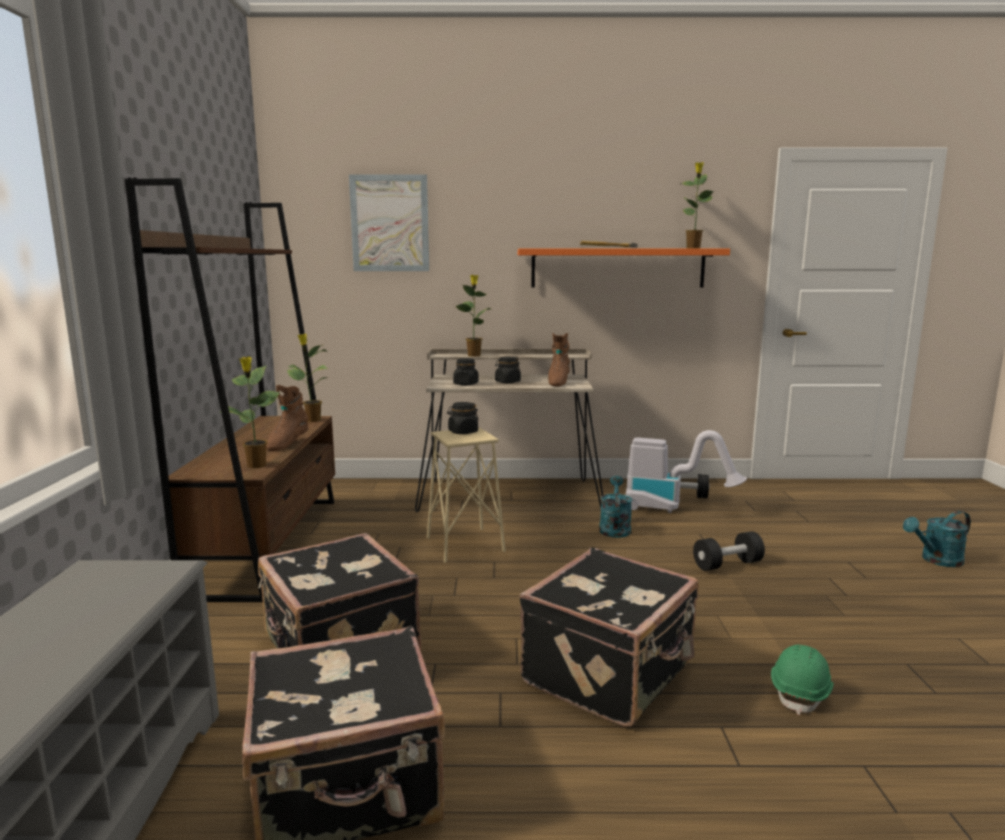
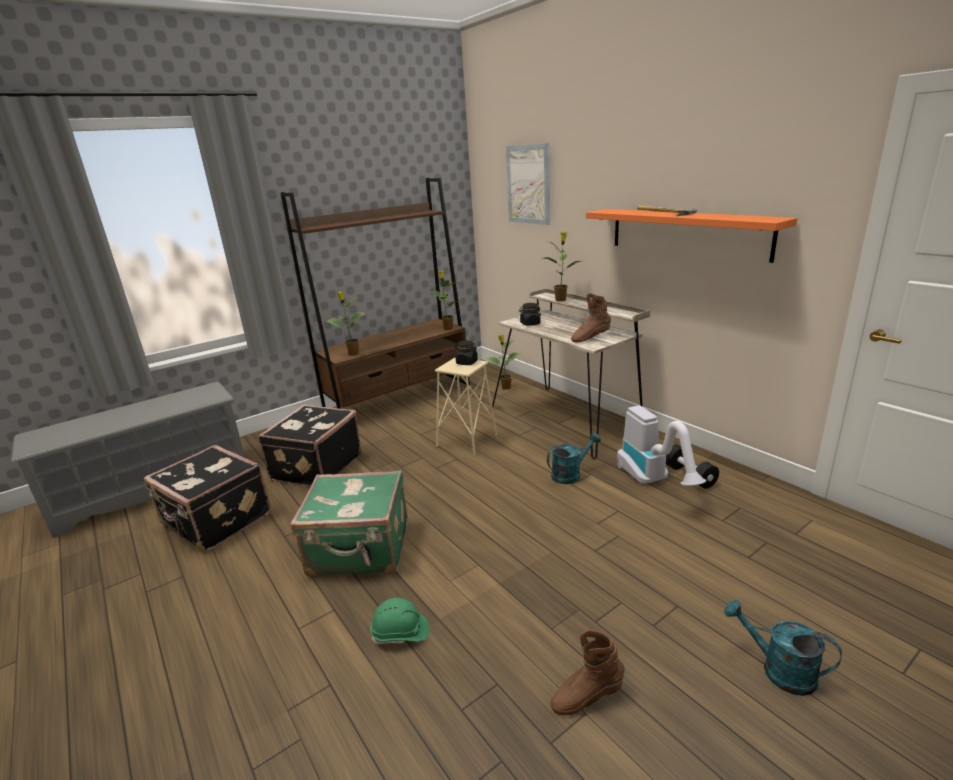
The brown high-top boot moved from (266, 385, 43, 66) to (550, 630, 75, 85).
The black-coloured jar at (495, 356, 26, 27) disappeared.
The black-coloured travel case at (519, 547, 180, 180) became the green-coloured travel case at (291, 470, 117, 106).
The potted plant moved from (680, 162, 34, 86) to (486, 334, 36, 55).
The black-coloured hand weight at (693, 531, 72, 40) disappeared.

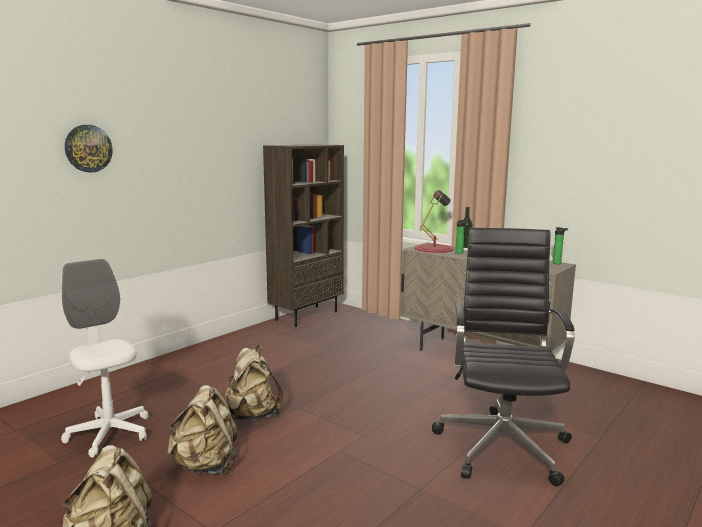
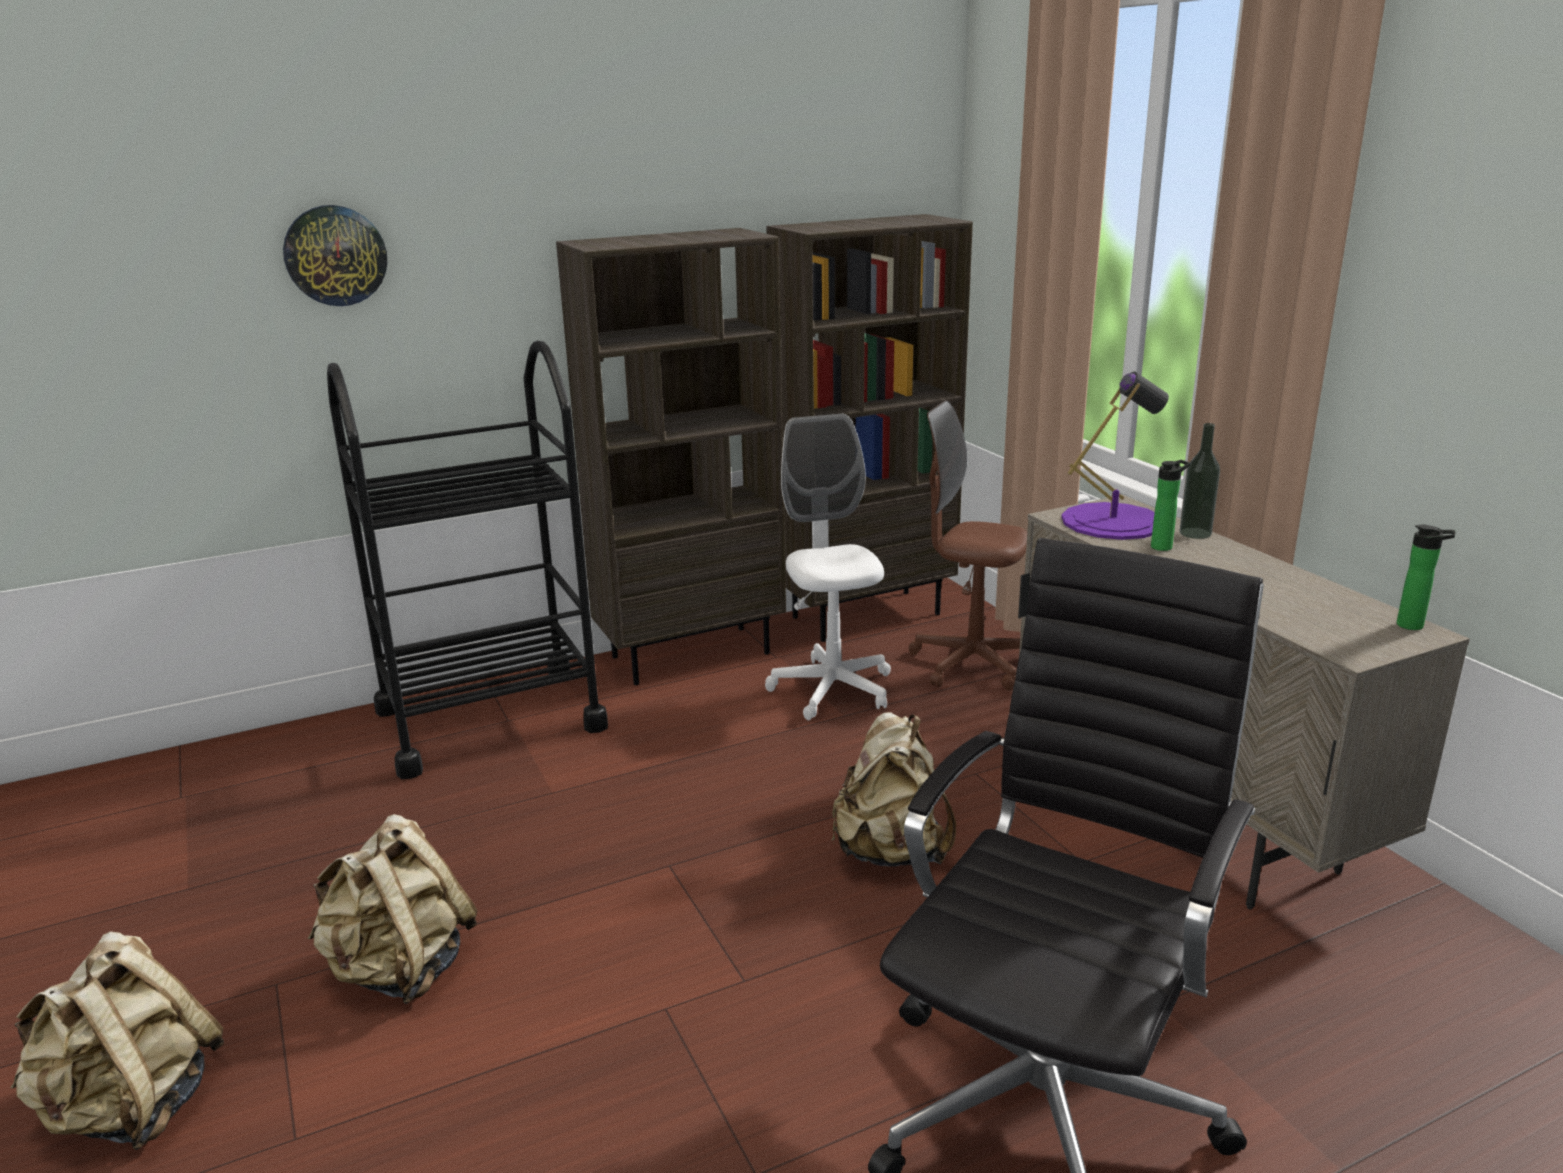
The white-coloured computer chair moved from (61, 259, 88, 199) to (765, 414, 126, 306).
The beige-coloured backpack moved from (225, 345, 59, 76) to (831, 712, 125, 155).
The red lamp for a table at (415, 190, 39, 63) became the purple lamp for a table at (1062, 372, 107, 168).
The black-coloured cart at (327, 341, 281, 438) appeared.
The brown shelving unit at (556, 228, 230, 457) appeared.
The brown computer chair at (908, 401, 119, 290) appeared.

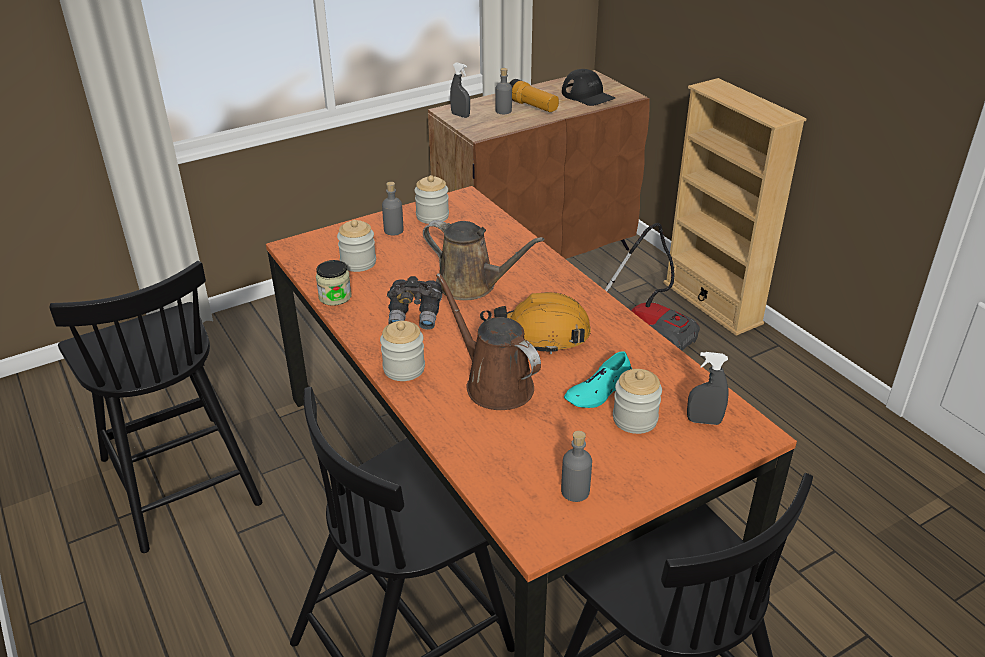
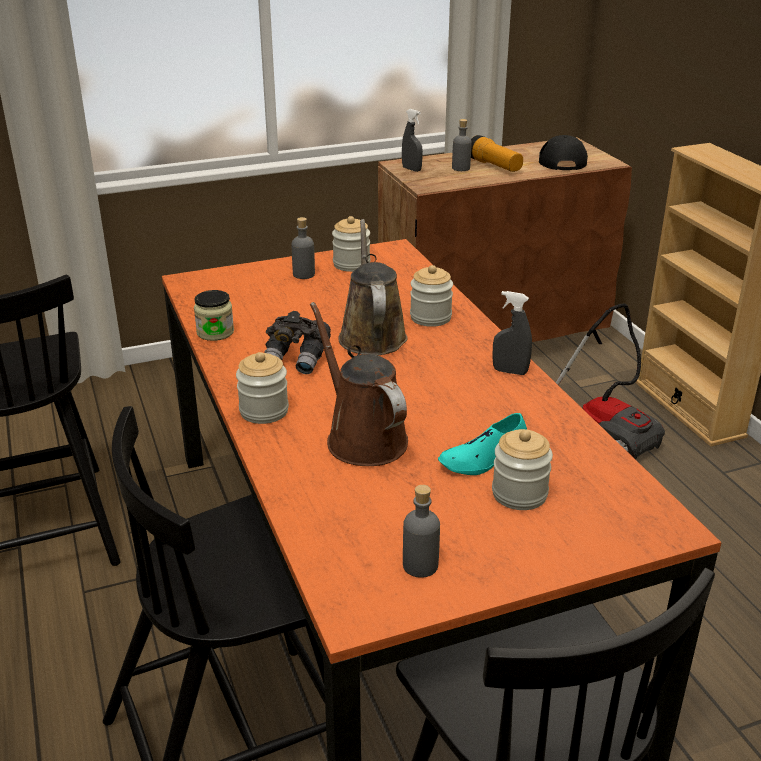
The jar moved from (337, 220, 39, 52) to (410, 265, 43, 62).
The brown watering can at (423, 220, 121, 80) turned 135 degrees counterclockwise.
The orange-coloured safety helmet at (494, 292, 97, 62) disappeared.
The black-coloured baseball cap at (562, 69, 53, 37) turned 150 degrees counterclockwise.
The grey hand sprayer moved from (687, 352, 42, 73) to (492, 291, 40, 84).

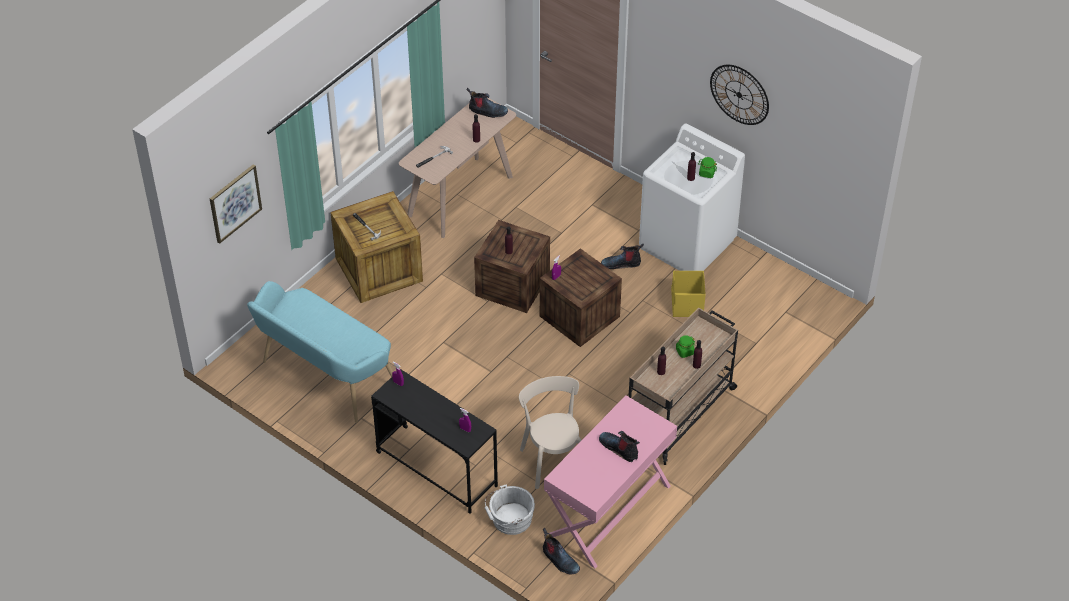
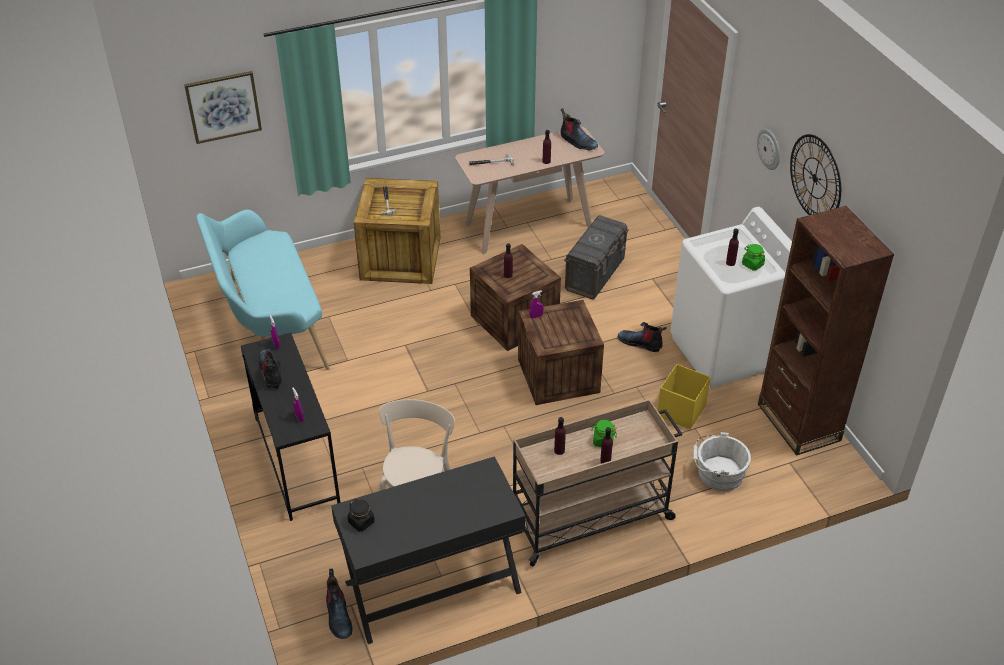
The white-coloured bucket moved from (485, 484, 50, 51) to (693, 432, 58, 59).
The pink-coloured desk table at (544, 395, 133, 173) became the black-coloured desk table at (331, 456, 195, 188).
The high-top boot moved from (599, 431, 41, 31) to (259, 349, 23, 40).
The black-coloured jar at (348, 499, 27, 32) appeared.
The grey storage container at (564, 215, 65, 85) appeared.
The wall clock at (757, 129, 23, 41) appeared.
The brown shelving unit at (758, 206, 136, 250) appeared.

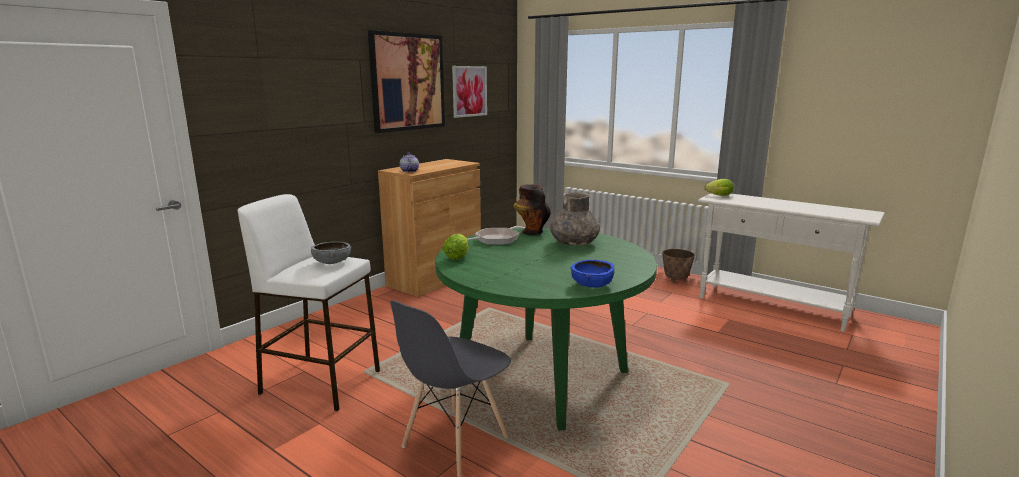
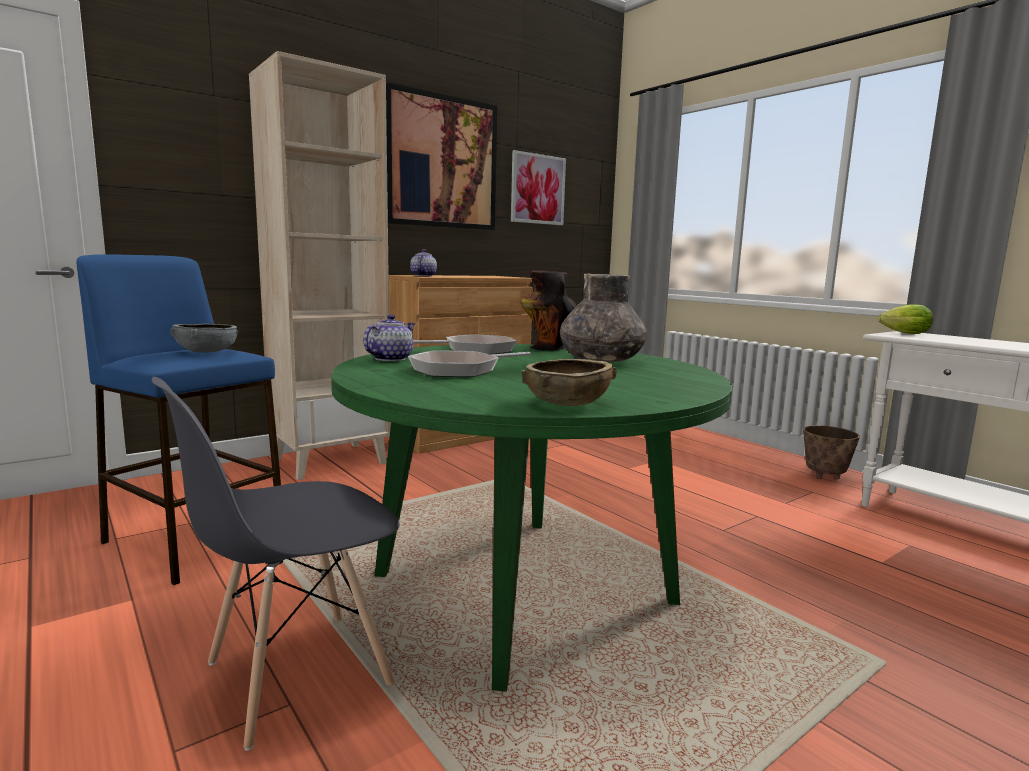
The white-coloured stool seat at (238, 194, 142, 217) became the bluish stool seat at (76, 254, 205, 331).
The lettuce head at (442, 234, 27, 26) was replaced by the teapot at (363, 314, 52, 47).
The bluish bowl at (570, 260, 44, 28) became the brown bowl at (521, 359, 96, 47).
The beige-coloured shelving unit at (249, 51, 142, 429) appeared.
The frying pan at (408, 351, 123, 26) appeared.

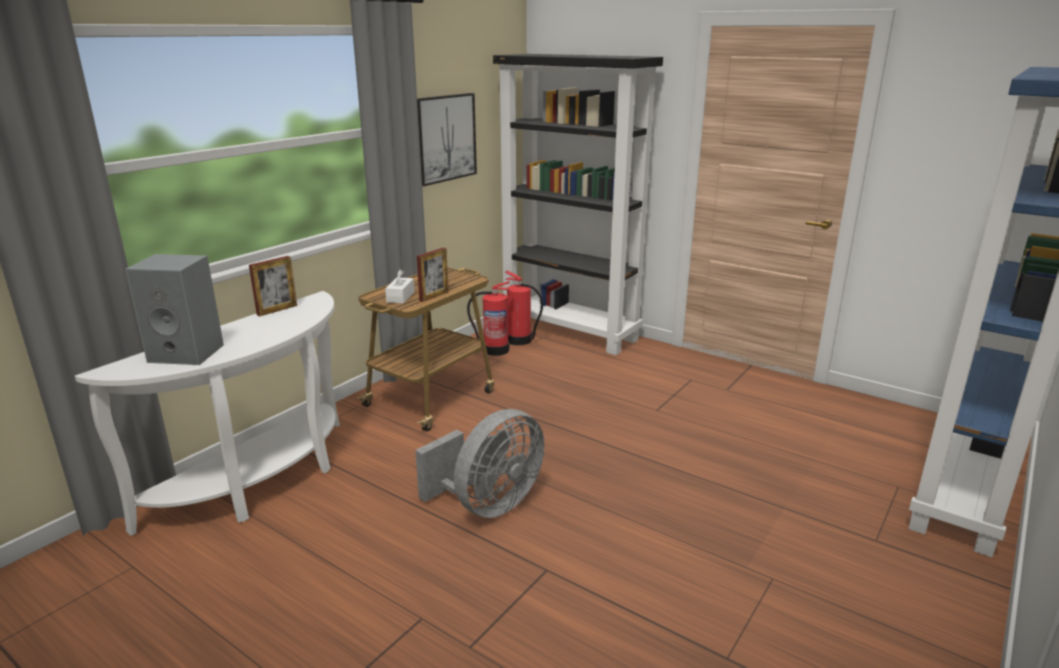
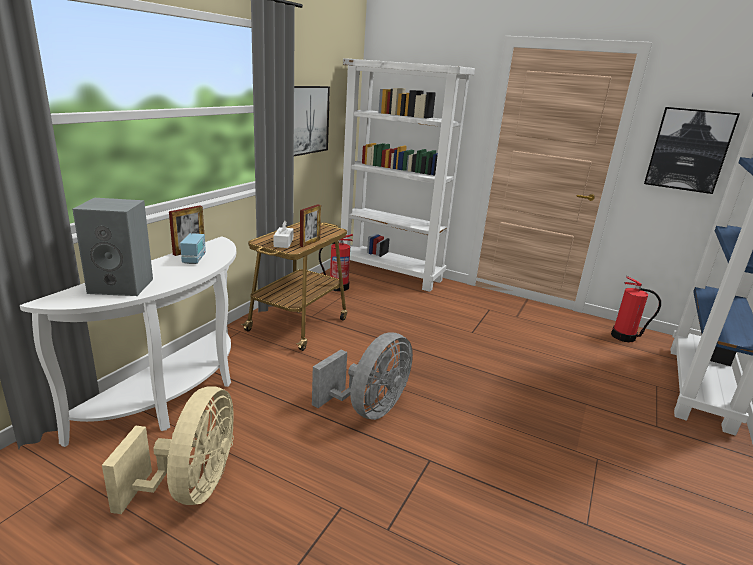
The black-coloured shelving unit at (493, 54, 170, 301) became the white-coloured shelving unit at (341, 58, 134, 234).
The extinguisher moved from (505, 270, 38, 75) to (611, 276, 50, 66).
The beige-coloured cooling fan at (102, 386, 132, 128) appeared.
The radio receiver at (180, 220, 26, 44) appeared.
The picture at (644, 107, 96, 87) appeared.

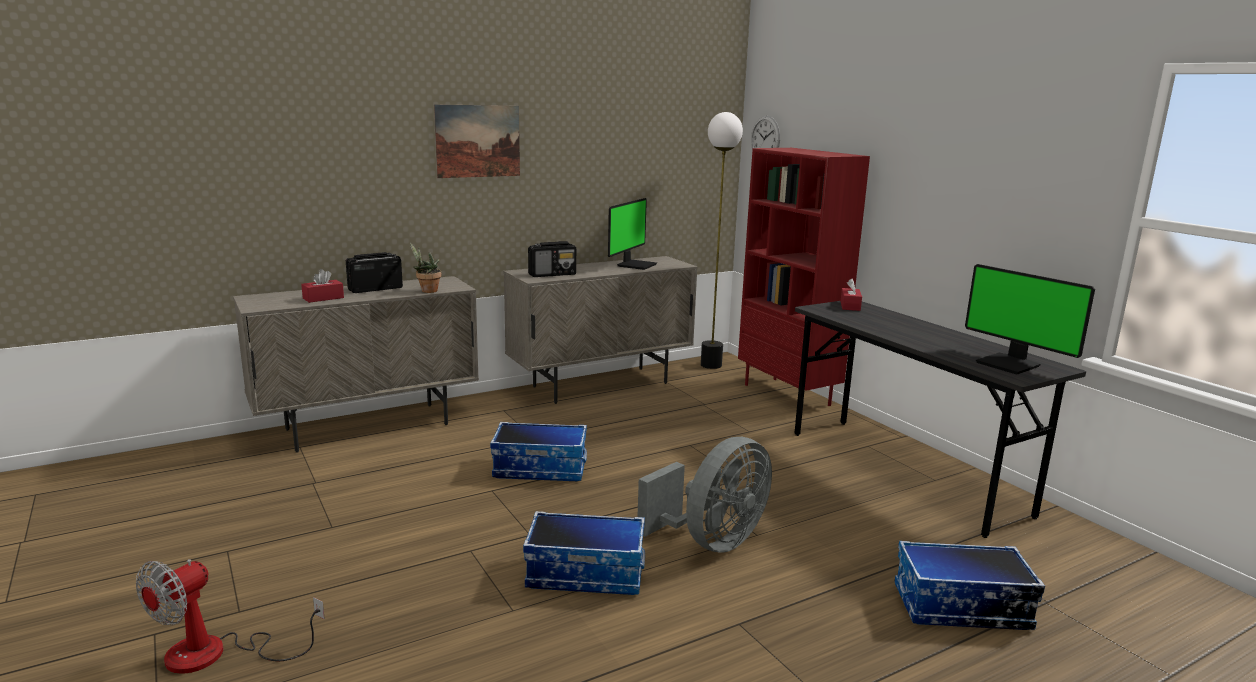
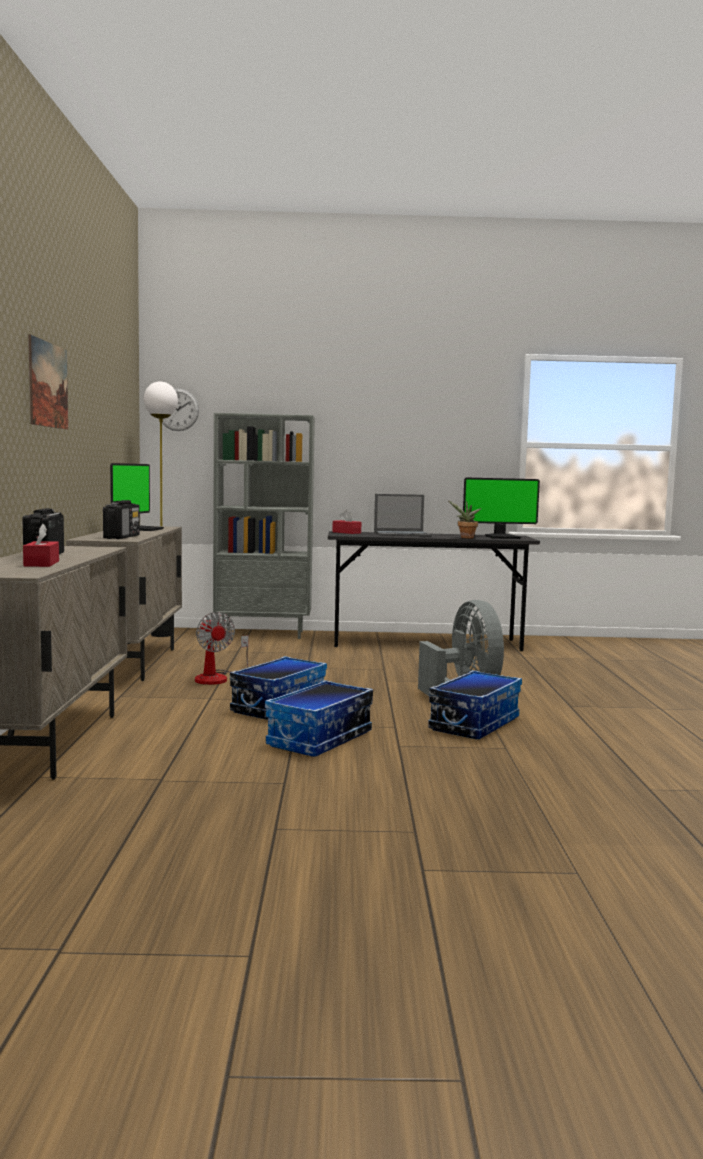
The cooling fan moved from (136, 559, 189, 115) to (195, 612, 53, 73).
The potted plant moved from (410, 243, 31, 50) to (448, 501, 34, 37).
The computer display at (608, 198, 49, 72) turned 45 degrees clockwise.
The red shelving unit at (738, 148, 132, 258) became the grey shelving unit at (213, 413, 102, 226).
The storage container moved from (894, 541, 151, 89) to (265, 680, 108, 77).
The notebook computer at (374, 494, 57, 42) appeared.

